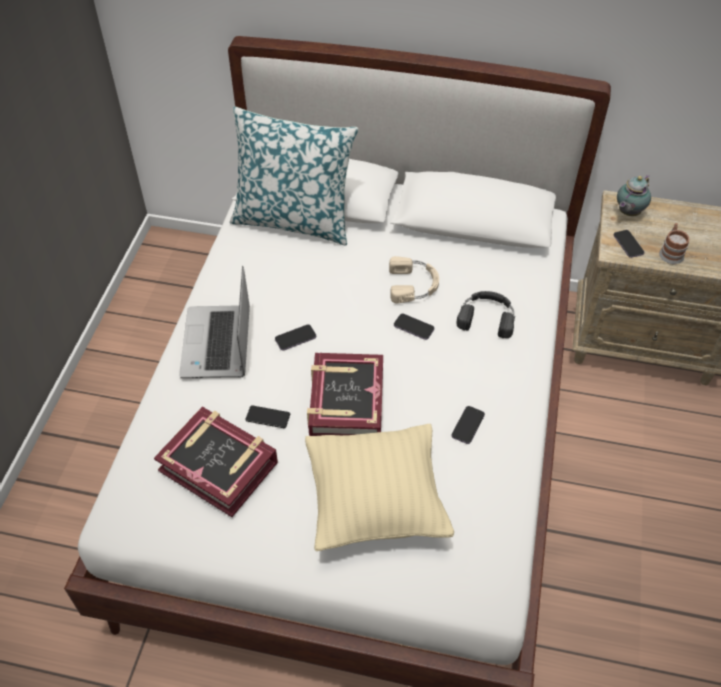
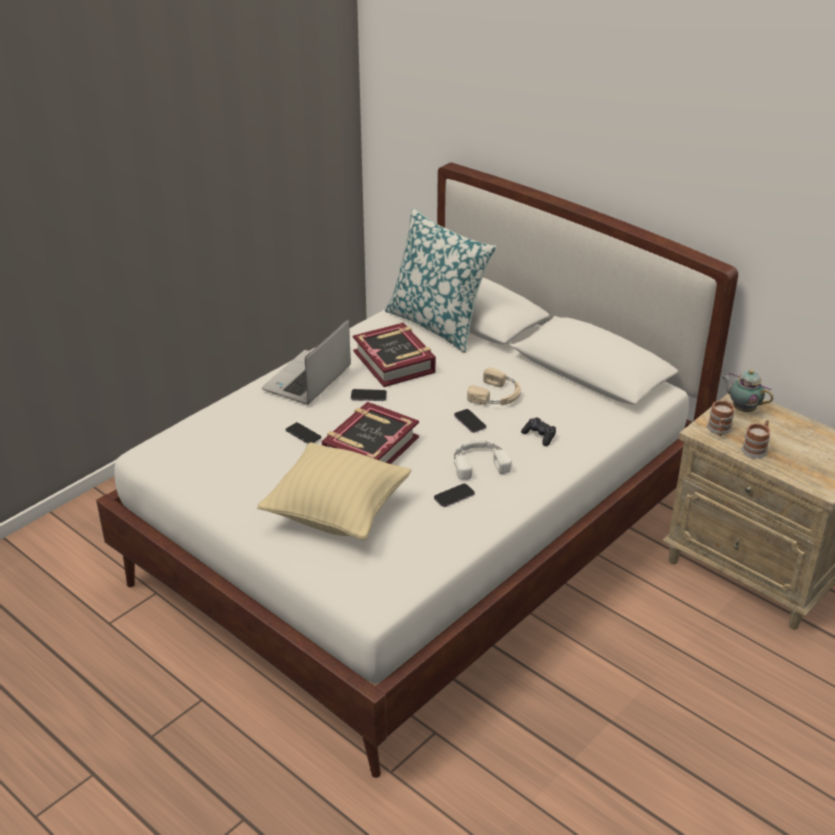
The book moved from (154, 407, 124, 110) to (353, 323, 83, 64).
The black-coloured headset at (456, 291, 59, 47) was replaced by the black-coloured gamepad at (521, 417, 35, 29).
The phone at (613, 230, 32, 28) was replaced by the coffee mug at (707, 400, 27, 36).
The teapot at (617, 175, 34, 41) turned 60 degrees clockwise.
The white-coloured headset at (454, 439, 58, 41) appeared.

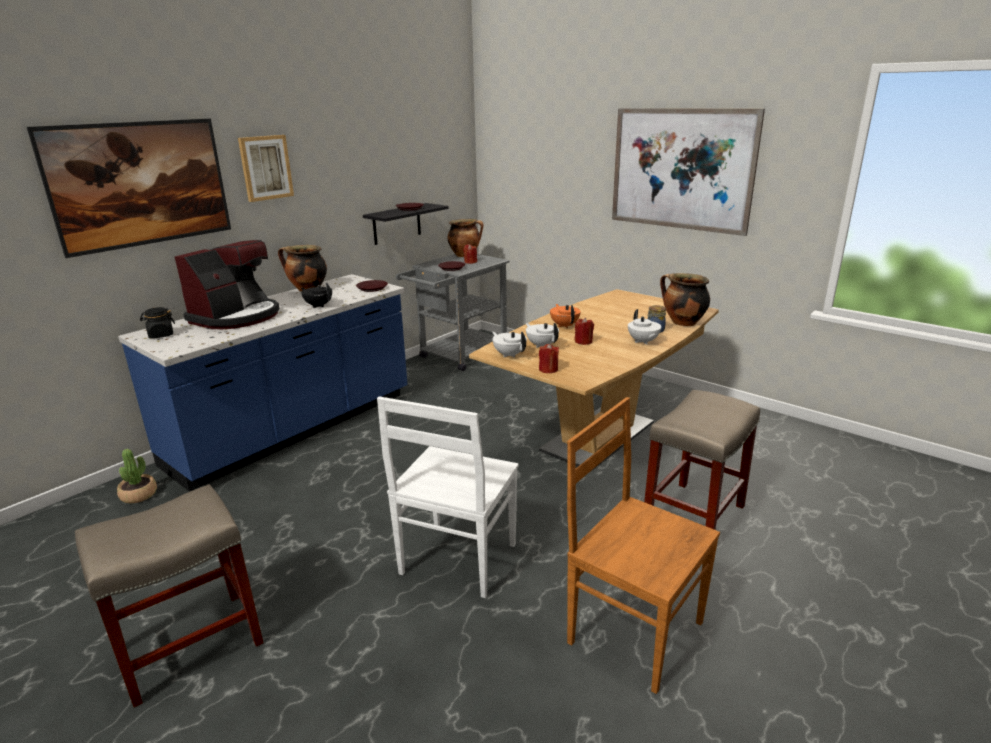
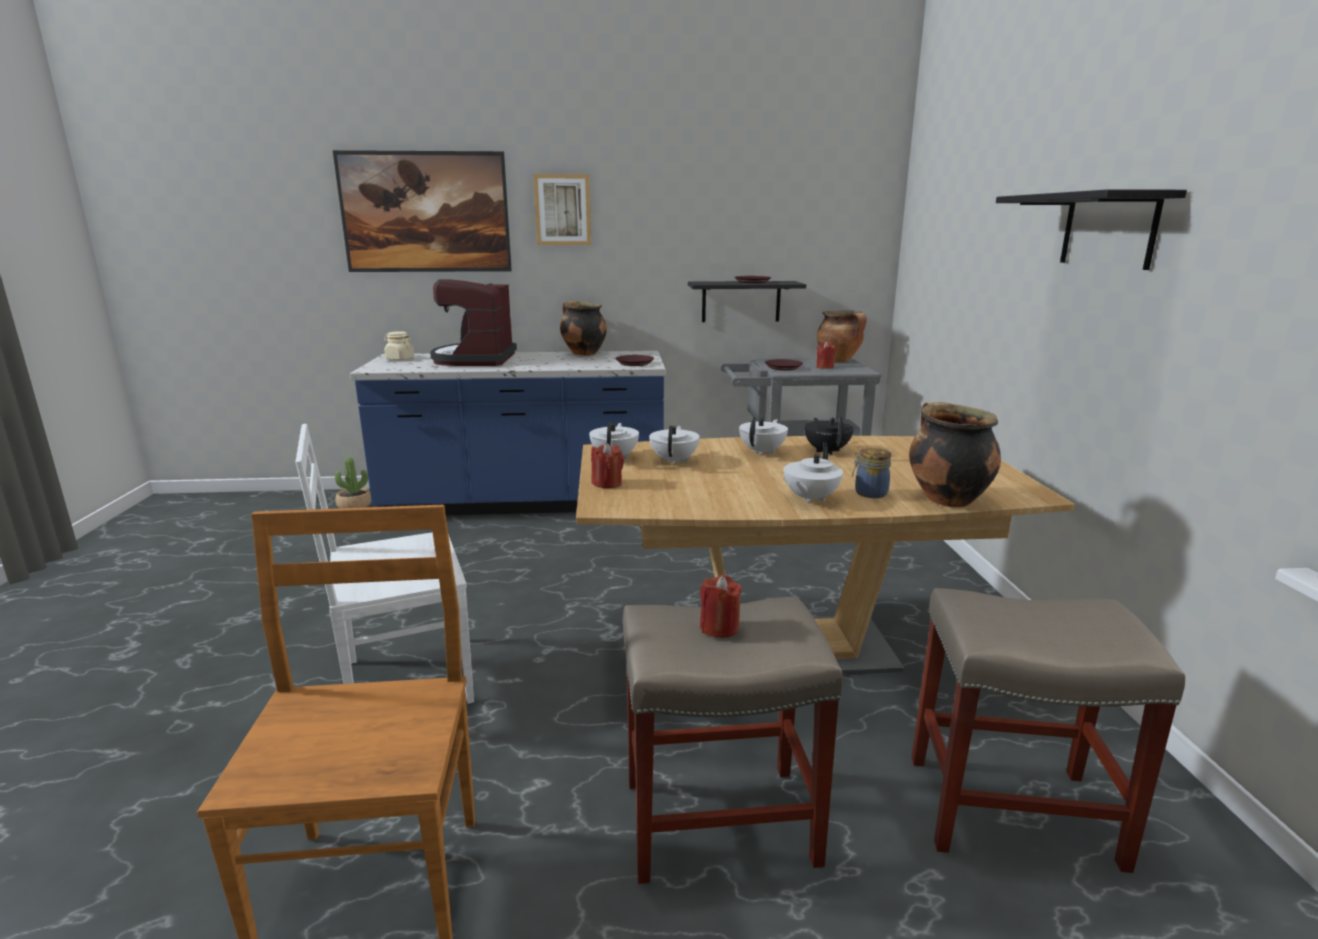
The beige-coloured stool seat moved from (75, 484, 188, 223) to (911, 588, 274, 285).
The black-coloured jar at (140, 307, 35, 31) became the beige-coloured jar at (384, 331, 30, 29).
The coffee machine at (175, 240, 105, 89) turned 105 degrees clockwise.
The black-coloured teapot moved from (301, 283, 31, 25) to (804, 417, 50, 38).
The orange-coloured teapot at (550, 304, 31, 24) became the white-coloured teapot at (739, 417, 49, 38).
The red candle moved from (574, 318, 20, 27) to (700, 575, 42, 63).
The picture at (612, 108, 153, 128) was replaced by the black-coloured bracket shelf at (996, 189, 191, 81).

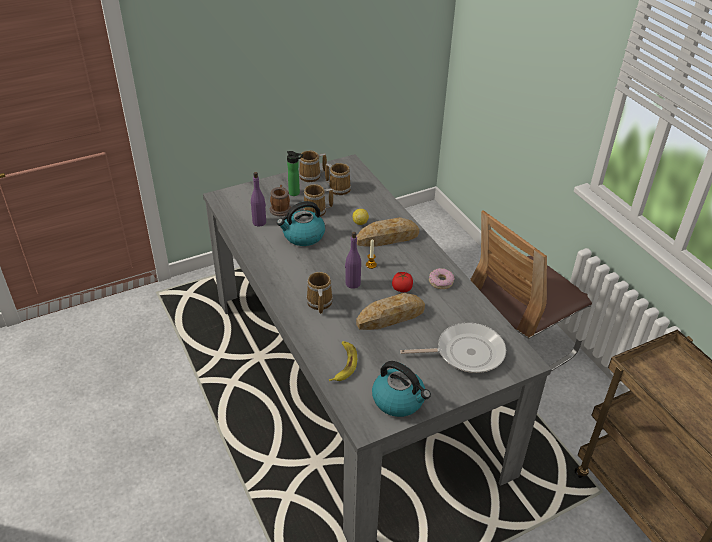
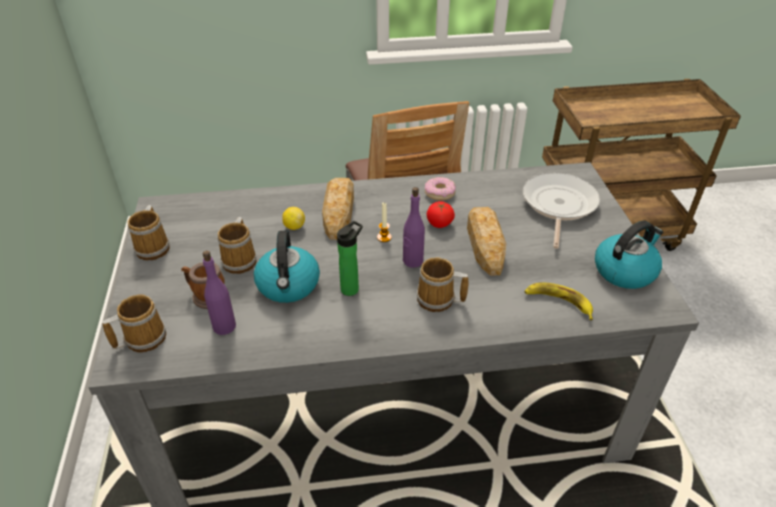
The beverage bottle moved from (287, 151, 16, 45) to (337, 221, 26, 75).
The coffee mug moved from (325, 163, 26, 32) to (102, 295, 64, 58).

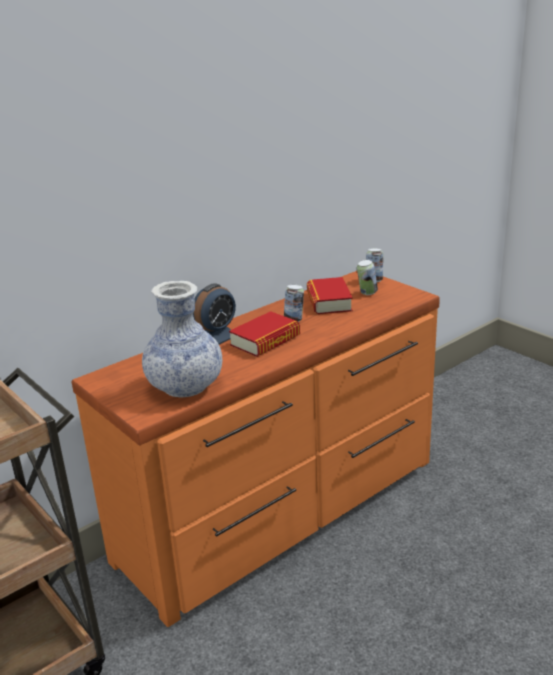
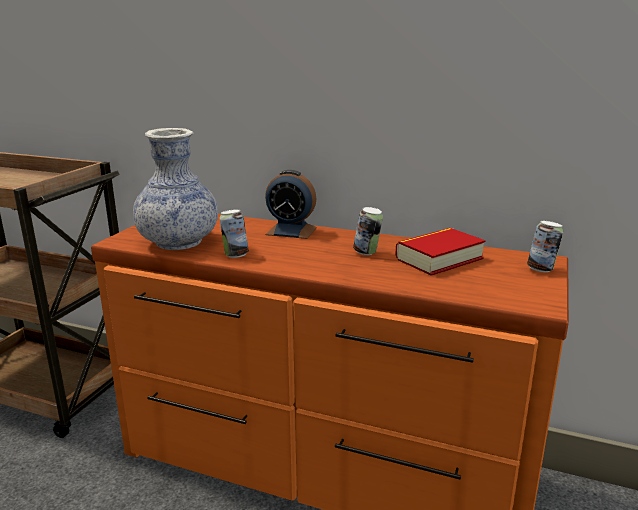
The book at (229, 311, 71, 46) disappeared.
The can moved from (357, 260, 21, 35) to (219, 209, 30, 49).

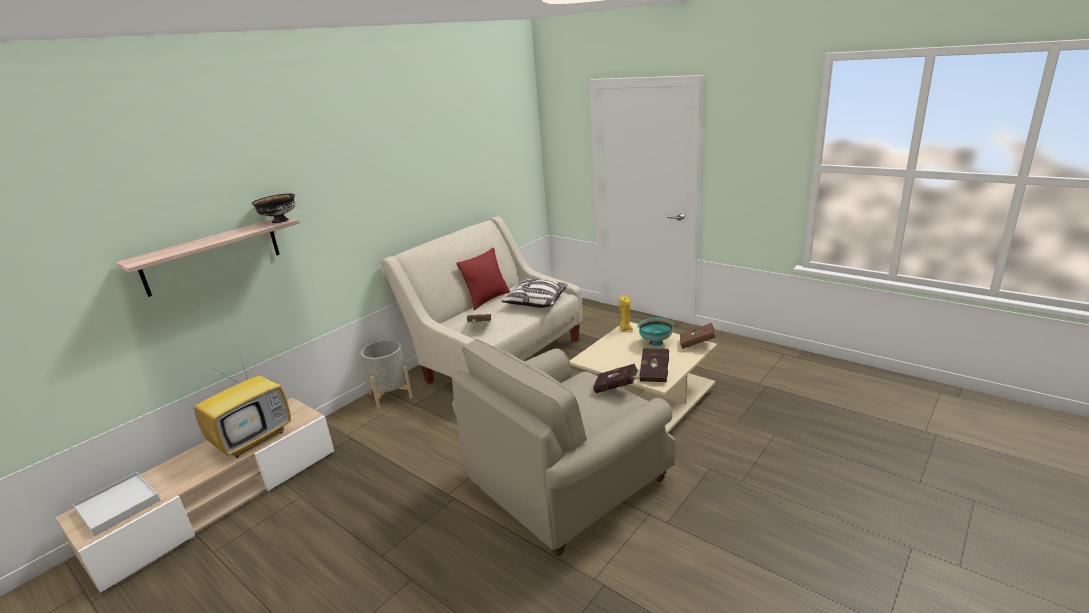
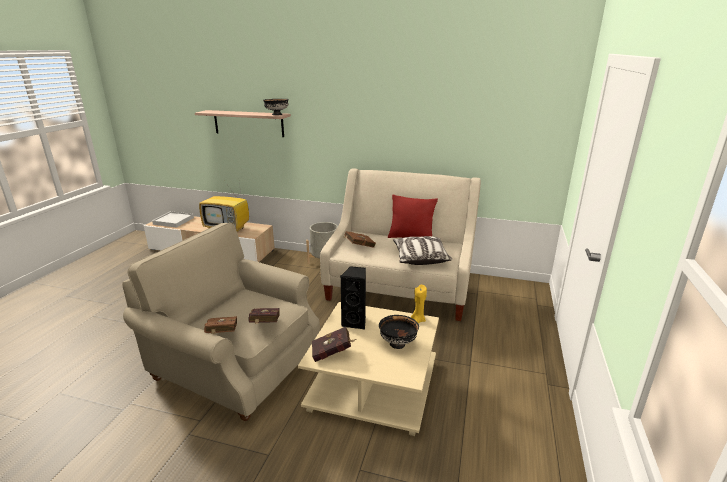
The turquoise bowl at (638, 318, 36, 28) became the black-coloured bowl at (379, 315, 40, 34).
The brown book moved from (680, 323, 39, 26) to (204, 316, 33, 18).
The black-coloured speaker at (340, 266, 26, 64) appeared.

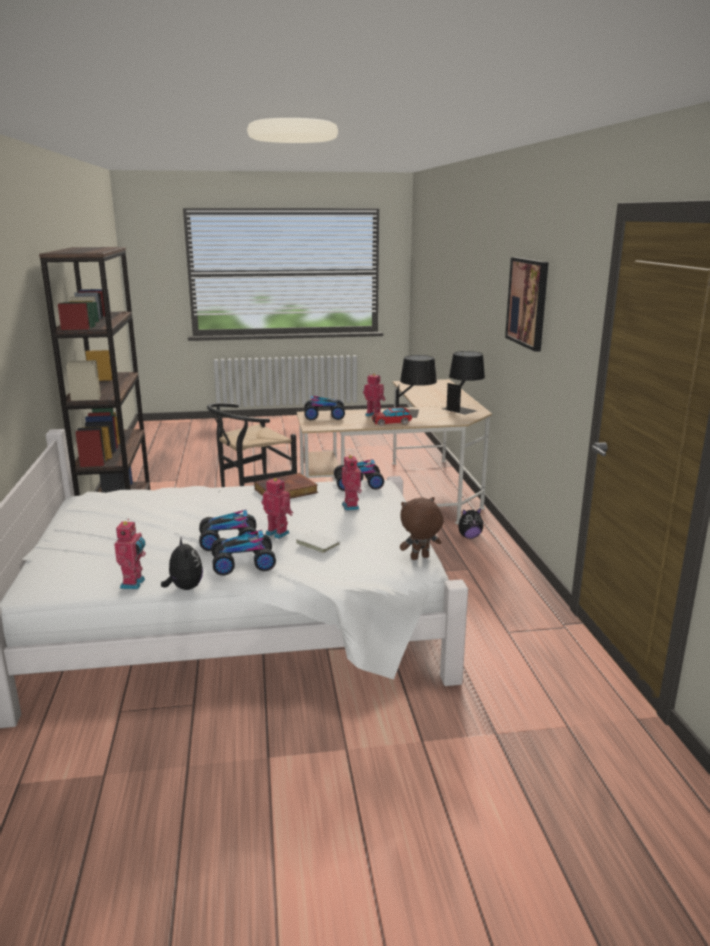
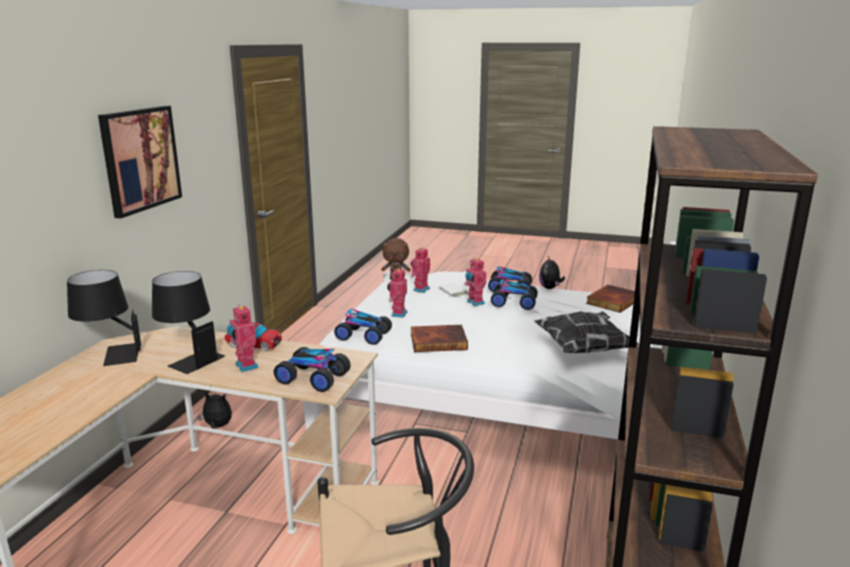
The toy robot moved from (114, 519, 32, 70) to (411, 247, 19, 46).
The cushion at (534, 311, 105, 42) appeared.
The book at (586, 285, 49, 28) appeared.

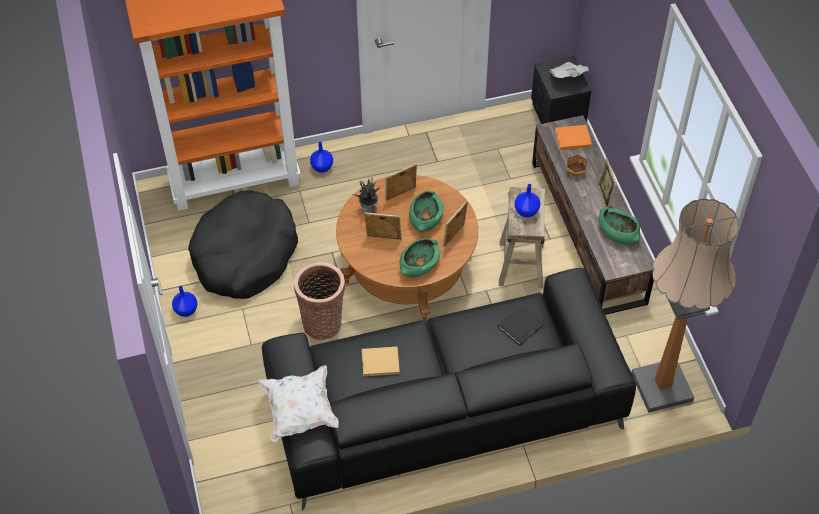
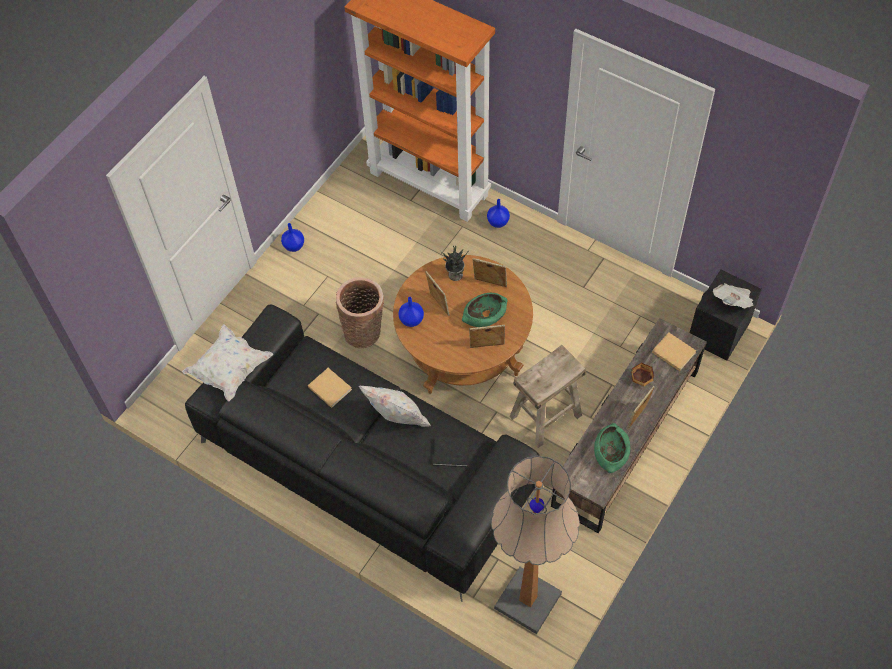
The black-coloured dog cushion at (188, 191, 110, 108) disappeared.
The green-coloured bowl at (399, 238, 41, 39) disappeared.
The bluish flower vase moved from (515, 184, 25, 33) to (399, 297, 25, 30).
The orange-coloured book at (555, 125, 37, 25) became the beige-coloured book at (652, 332, 44, 39).
The white-coloured cushion at (359, 386, 72, 41) appeared.

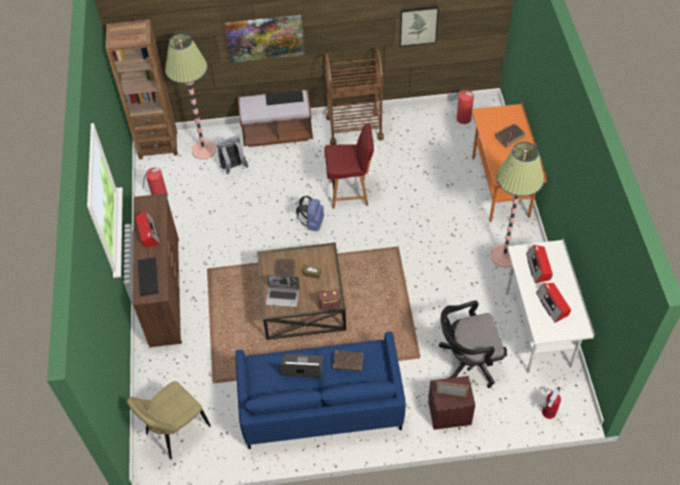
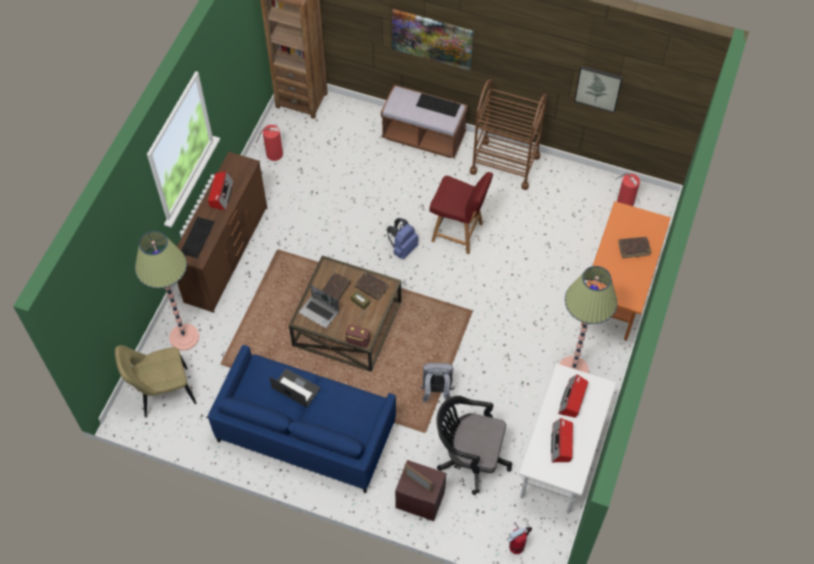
The floor lamp moved from (165, 33, 51, 126) to (135, 231, 64, 120).
The grey backpack moved from (216, 136, 32, 38) to (420, 363, 34, 40).
The brown book moved from (333, 350, 30, 21) to (355, 272, 34, 28).

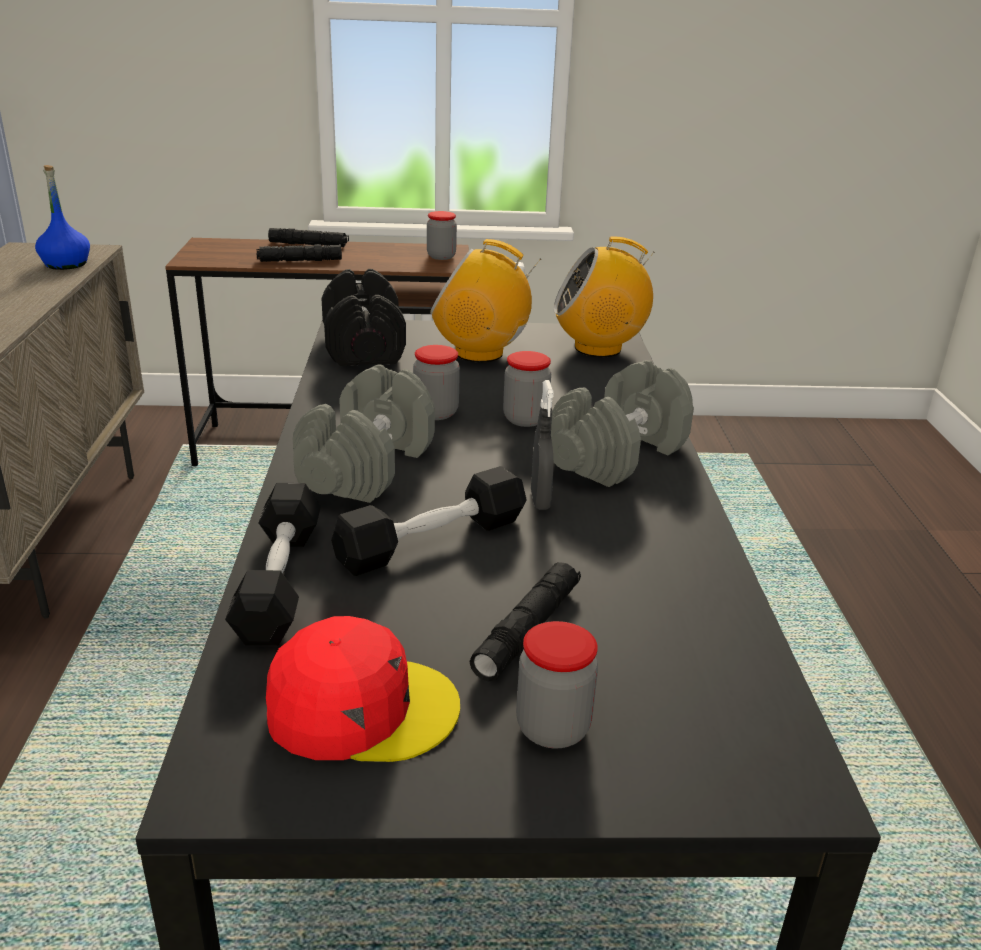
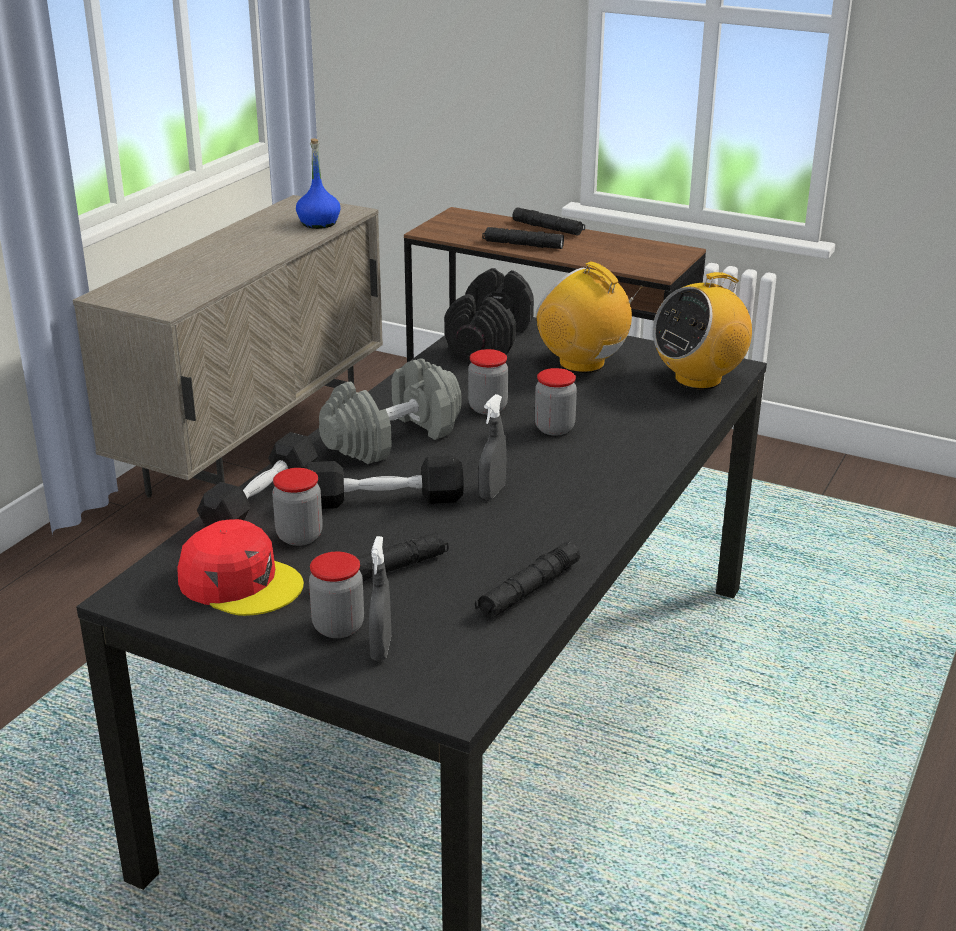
The jar moved from (427, 211, 30, 49) to (272, 468, 51, 78).
The grey hand weight at (551, 360, 143, 127) disappeared.
The radio receiver at (553, 237, 102, 120) turned 60 degrees counterclockwise.
The grey hand sprayer at (369, 536, 22, 125) appeared.
The black-coloured hand torch at (475, 542, 105, 76) appeared.

